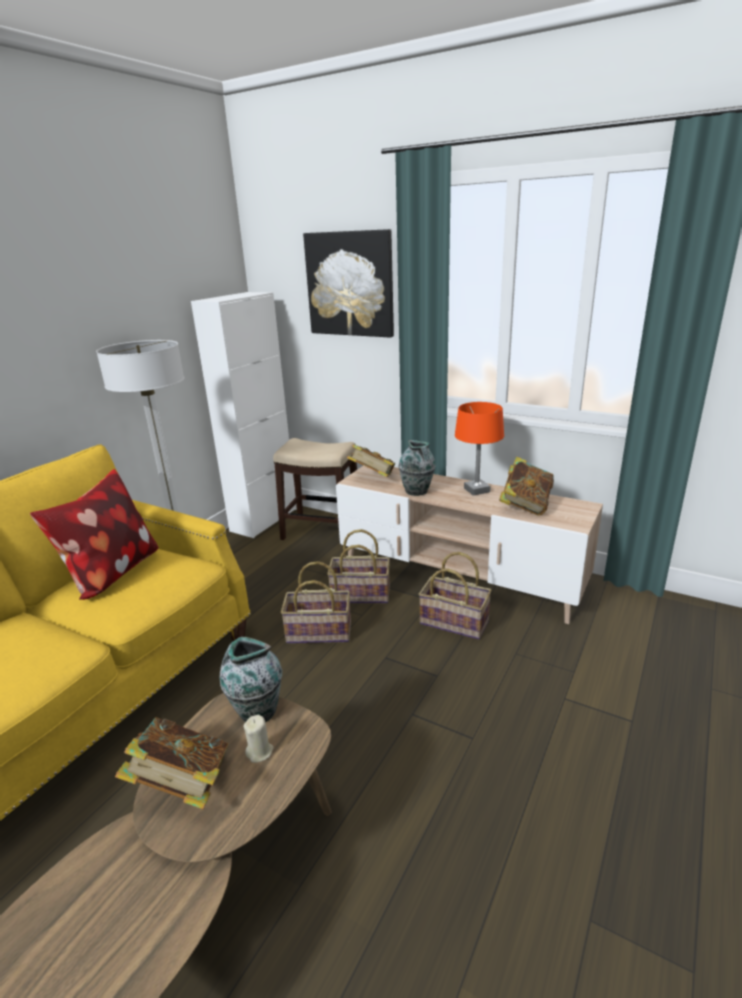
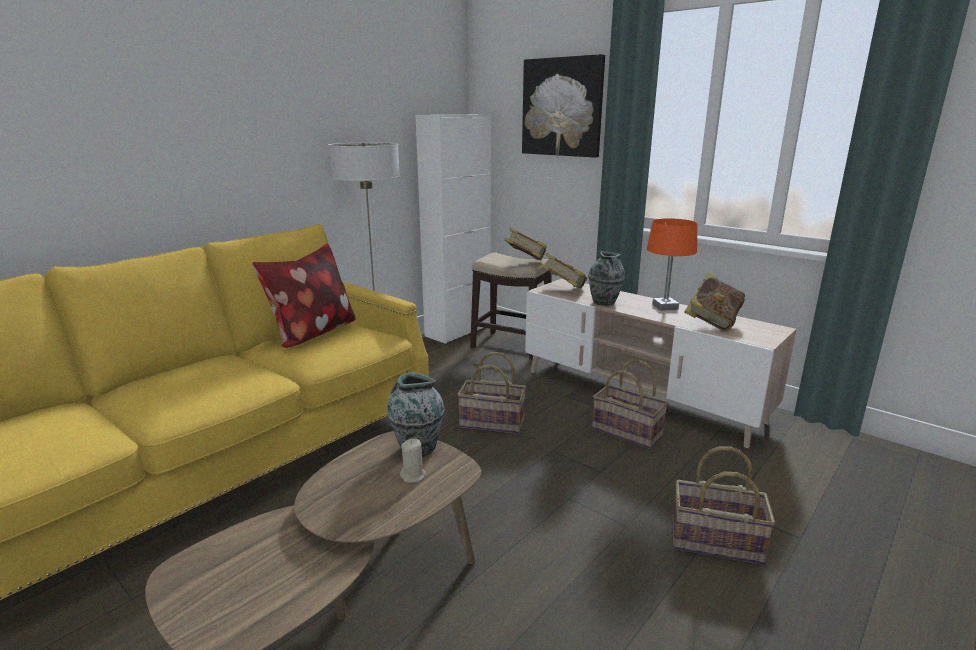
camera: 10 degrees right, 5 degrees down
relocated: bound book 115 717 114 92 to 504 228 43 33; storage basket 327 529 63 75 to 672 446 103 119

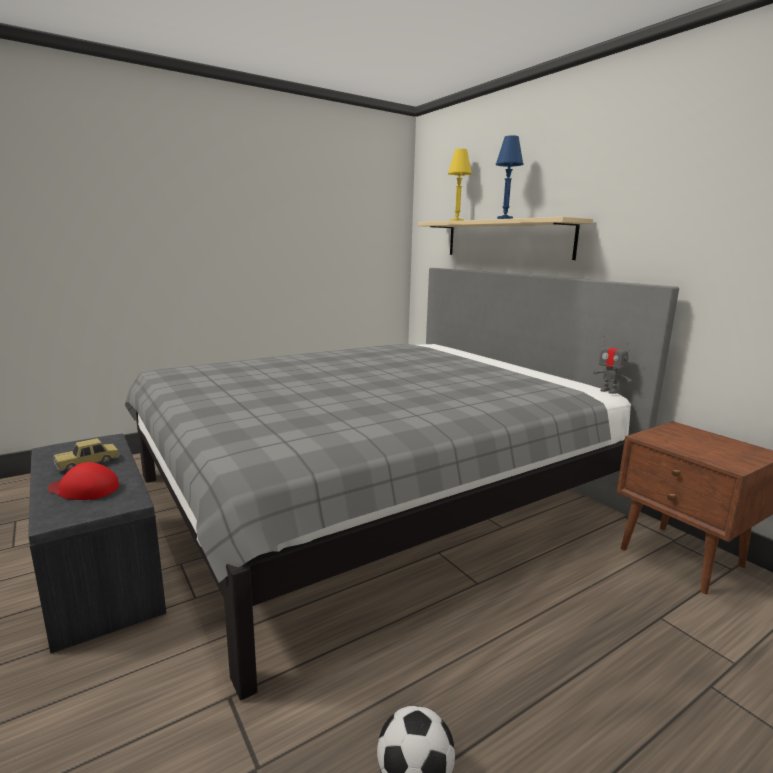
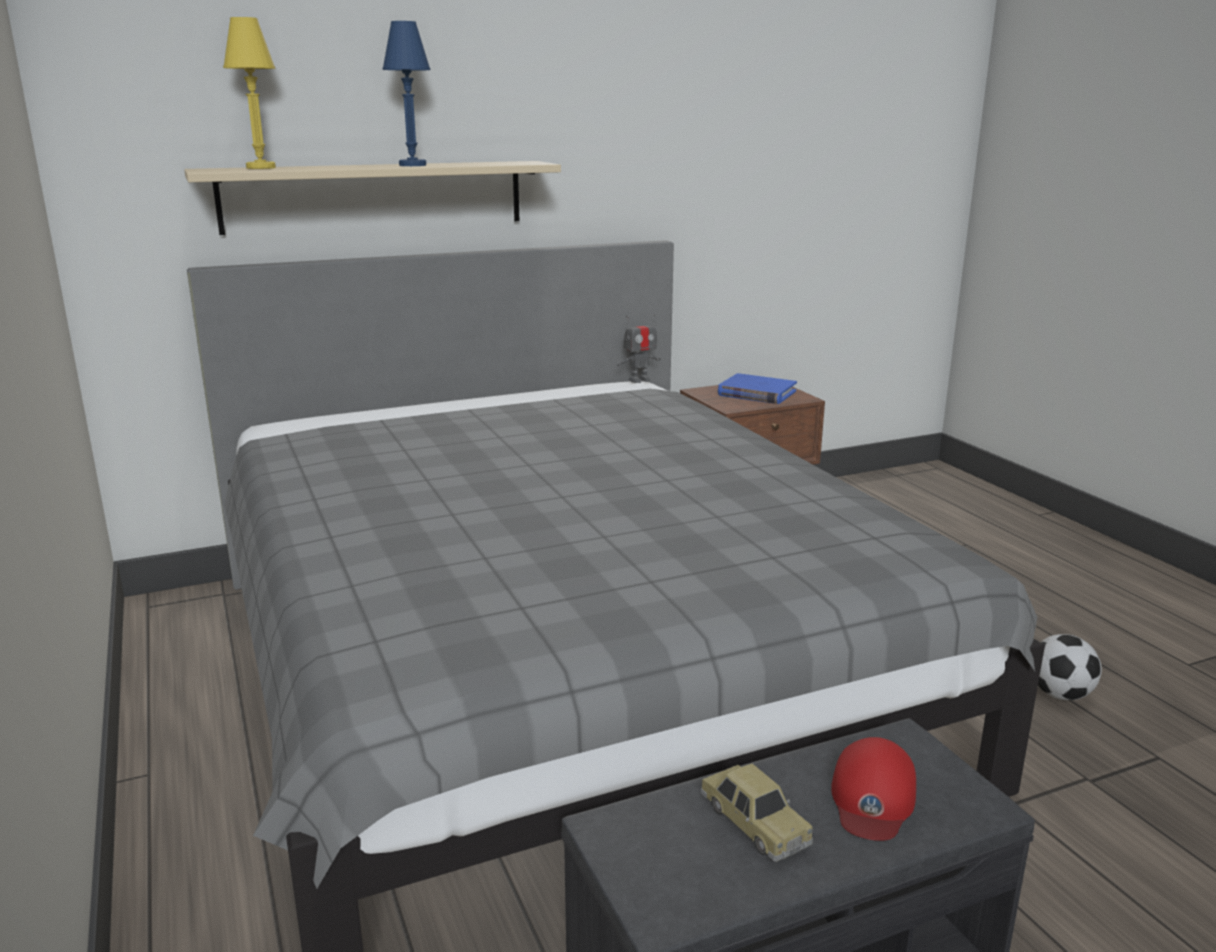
camera: 80 degrees left, 5 degrees up
appeared: blue bound book 718 373 79 31

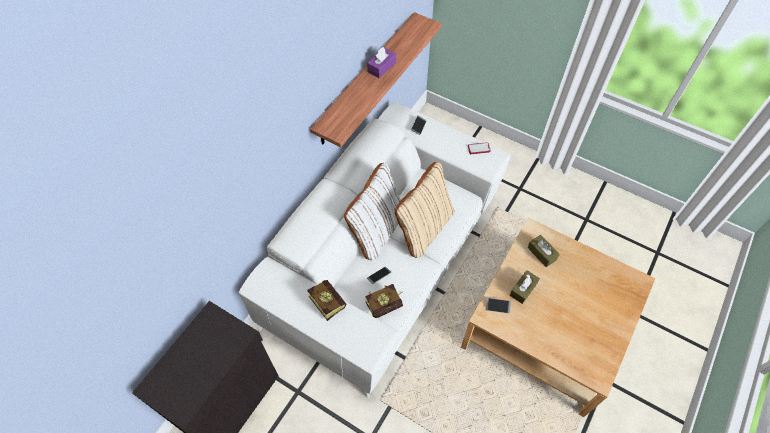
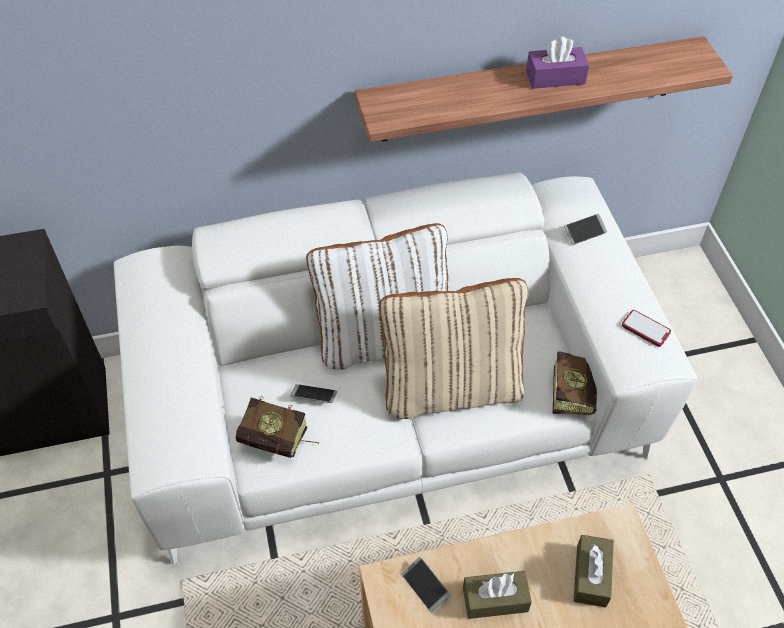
camera: 45 degrees right, 5 degrees down
relocated: bound book 307 280 39 41 to 553 351 44 64

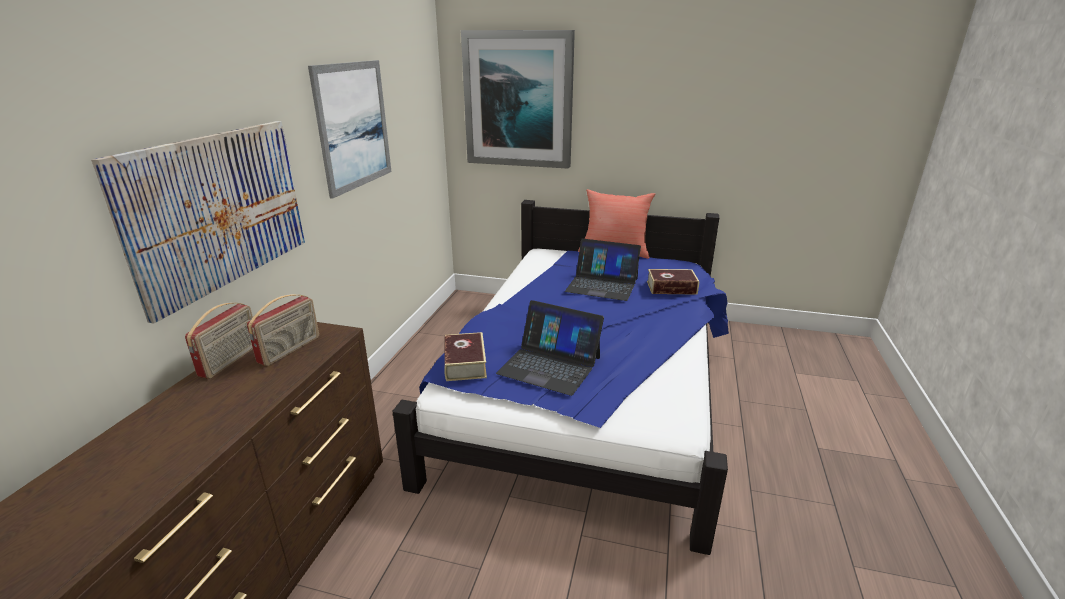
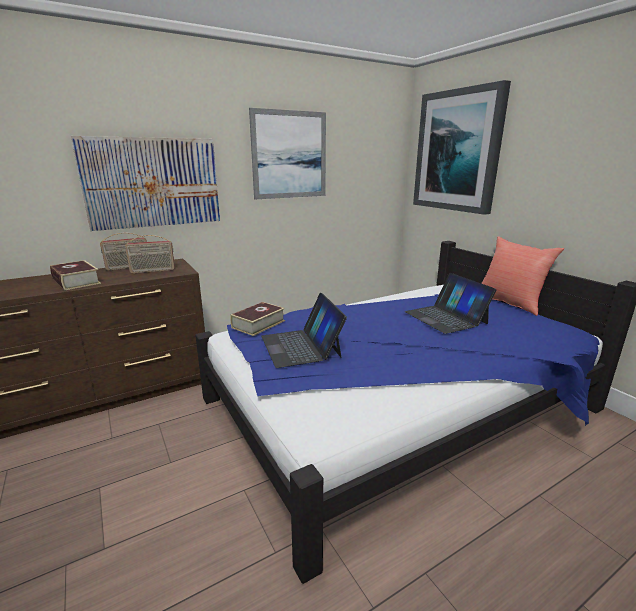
camera: 45 degrees right, 5 degrees down
relocated: bound book 647 269 52 26 to 50 260 51 30

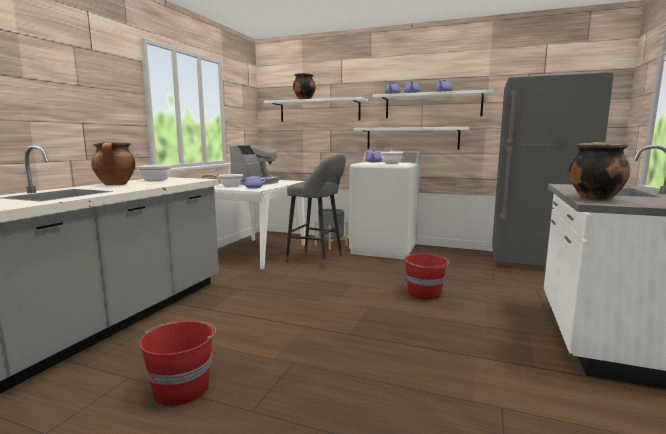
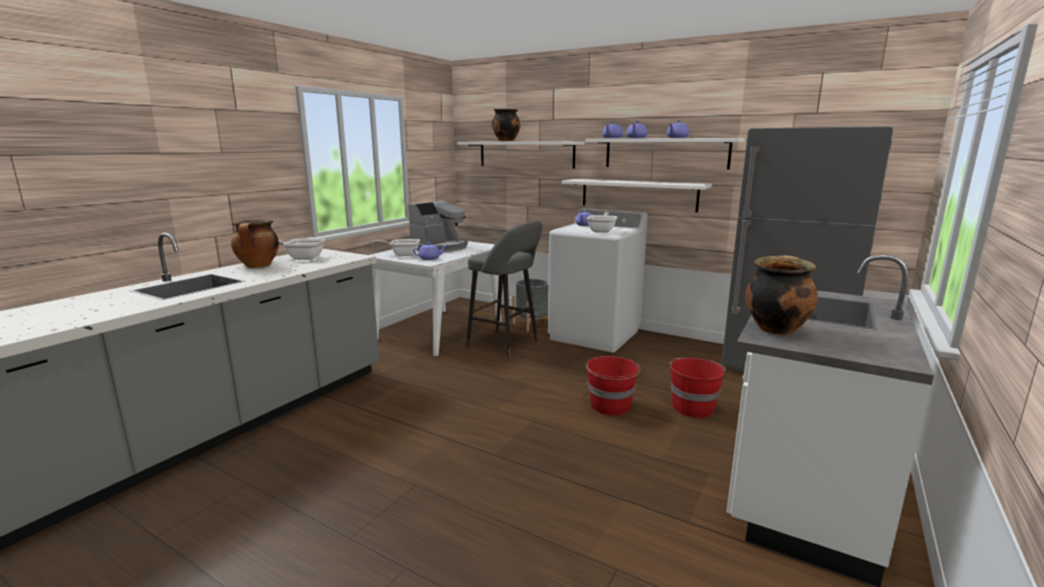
camera: 10 degrees right, 5 degrees up
relocated: red water bucket 139 321 77 86 to 670 358 56 60

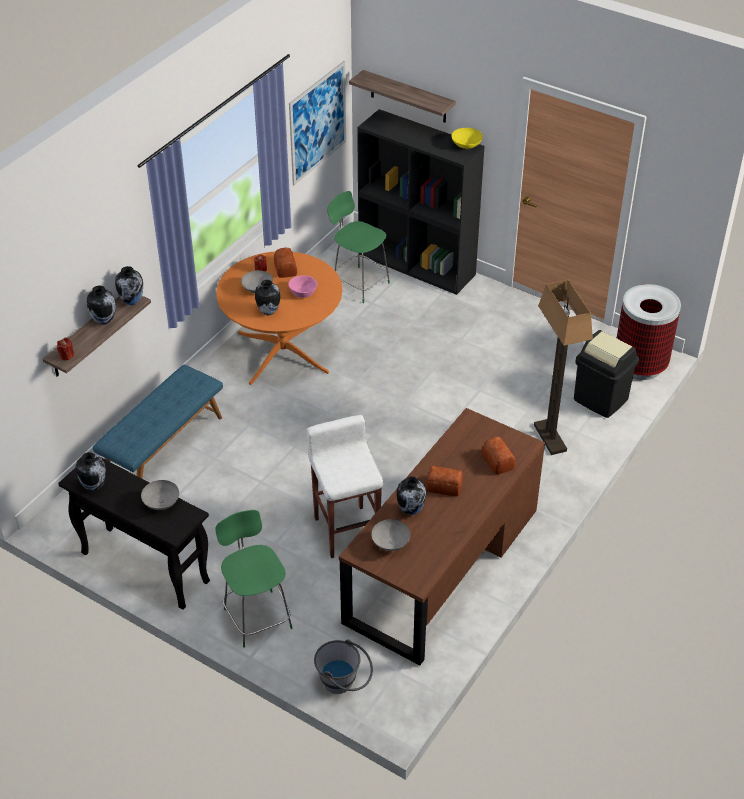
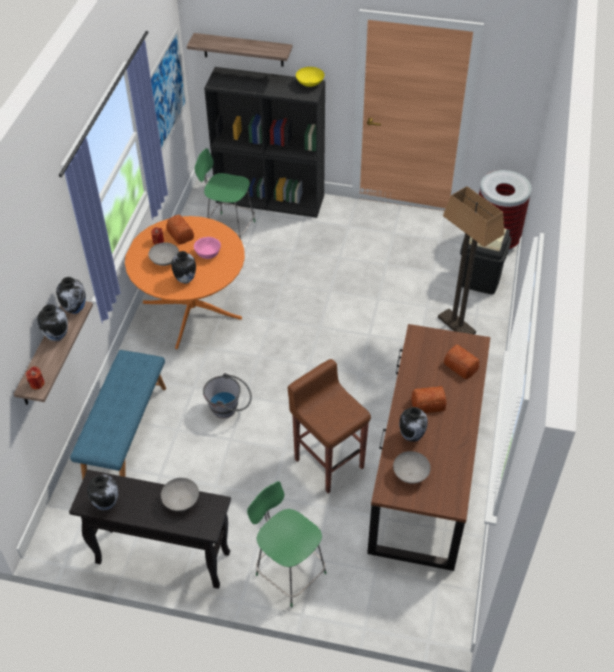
camera: 20 degrees left, 5 degrees up
relocated: greyish water bucket 314 639 59 55 to 203 373 49 46
colour: whitish stool 307 415 76 143 to brownish stool 288 359 83 134

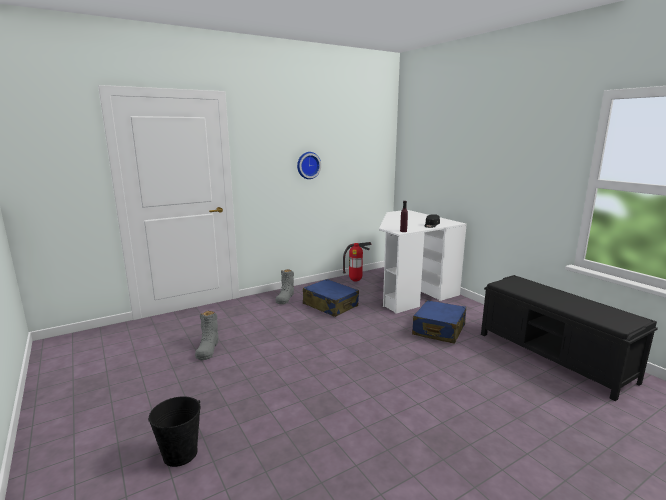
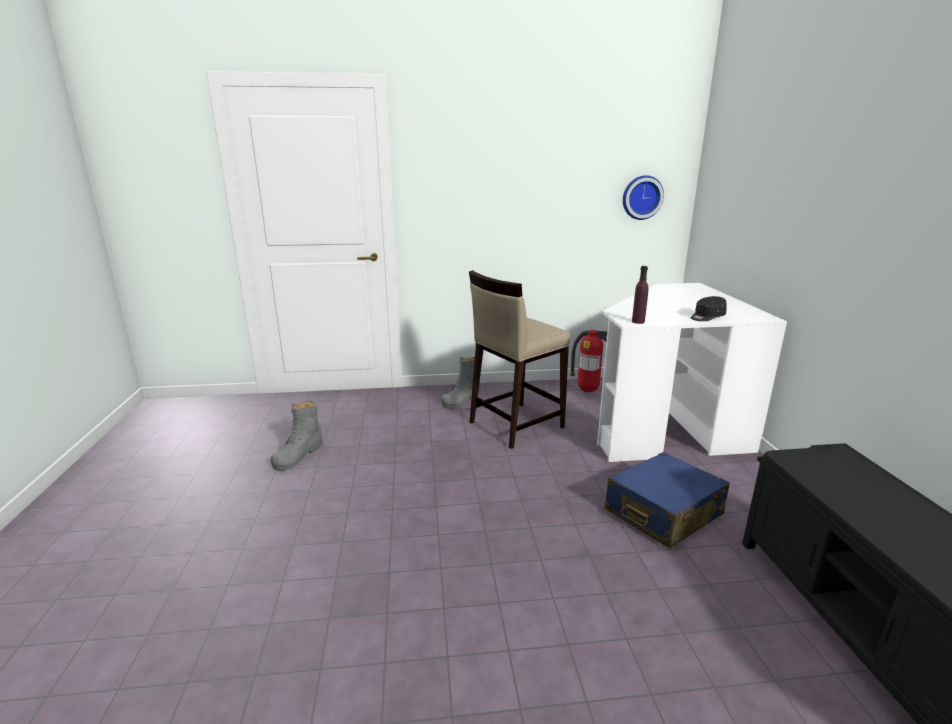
camera: 25 degrees right, 5 degrees up
missing: black water bucket 148 396 53 71
relocated: hanging clock 297 152 24 27 to 623 175 41 45
exchanged: blue suitcase 303 279 56 38 to sand-coloured stool 469 270 101 179

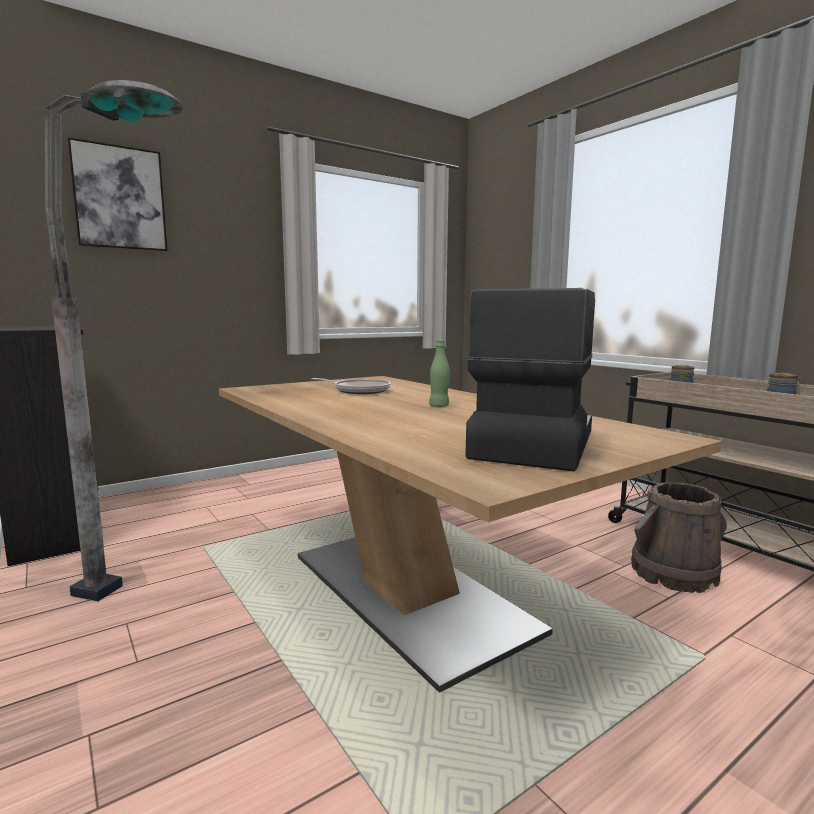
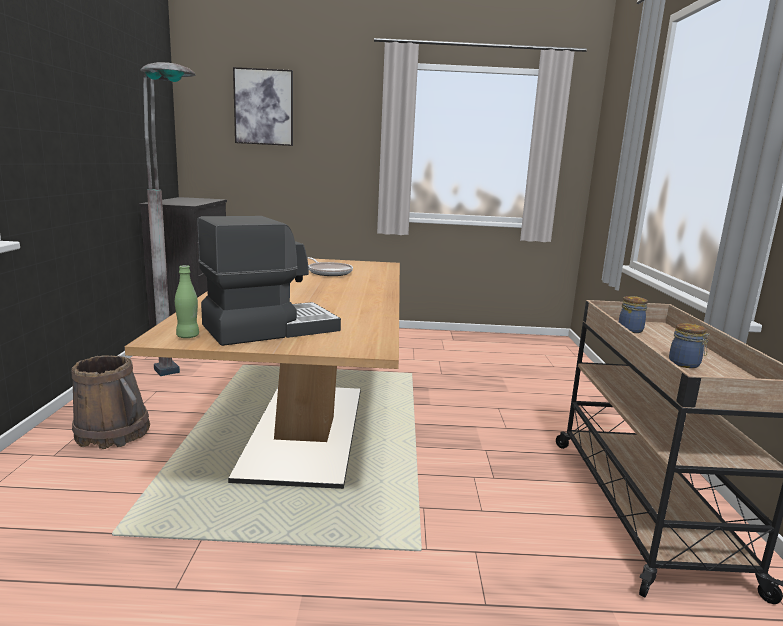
camera: 35 degrees right, 5 degrees up
relocated: brownish water bucket 631 482 96 111 to 72 355 78 94; green-coloured beverage bottle 429 340 21 67 to 175 265 24 73

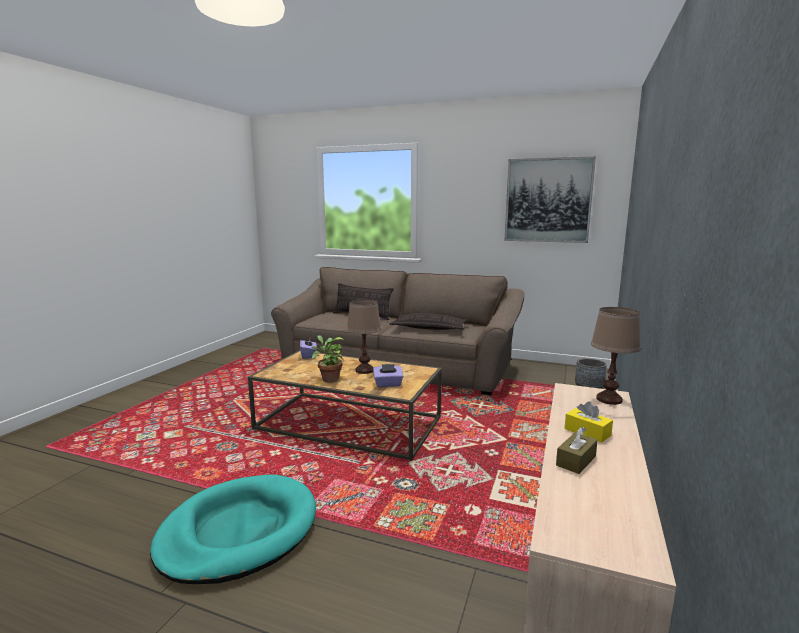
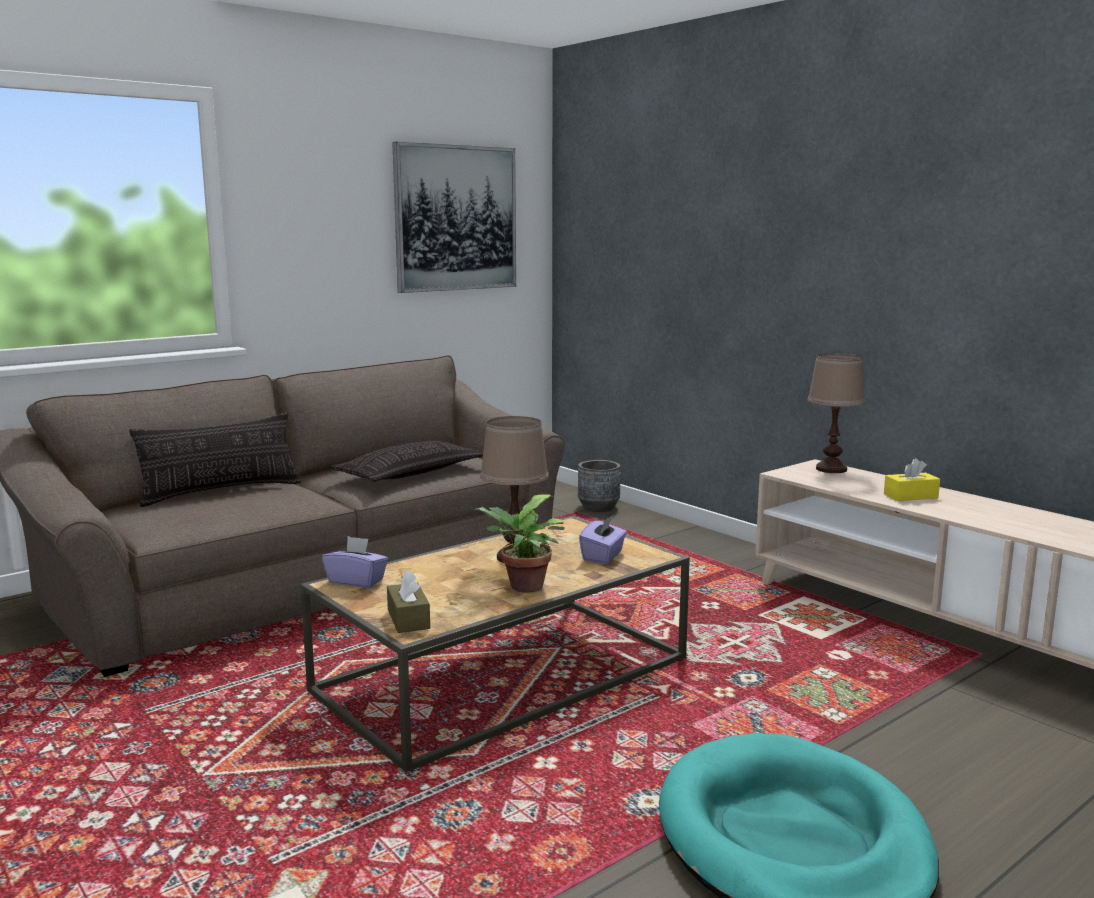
camera: 60 degrees left, 0 degrees up
relocated: brownish tissue box 556 427 42 47 to 387 570 43 63

